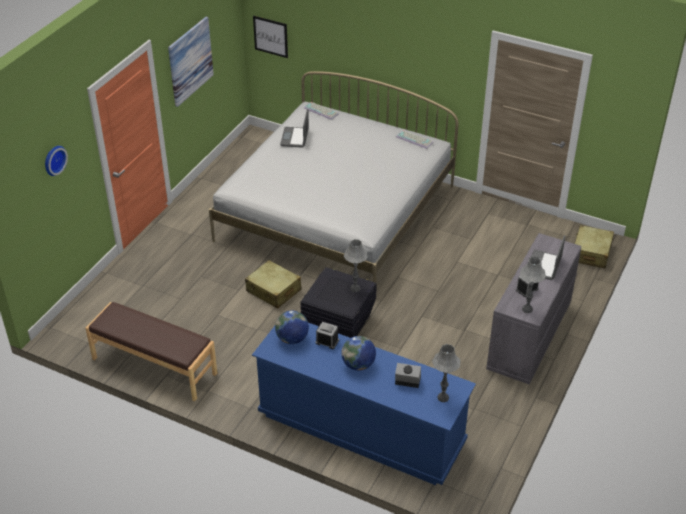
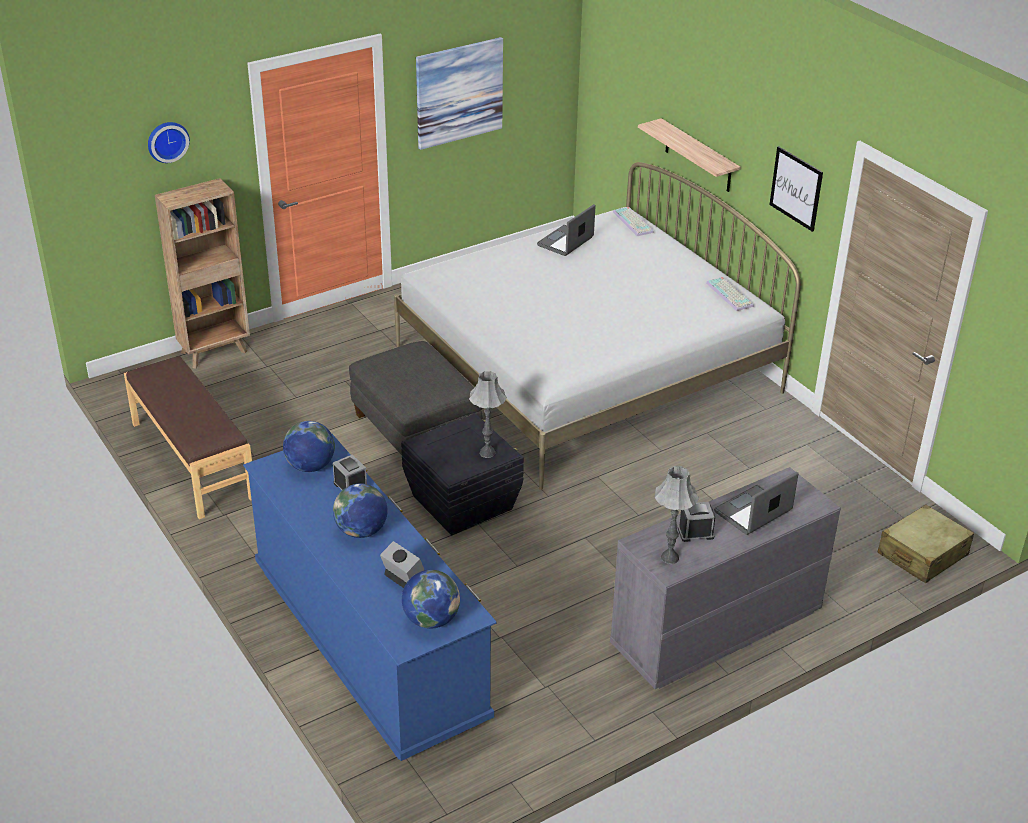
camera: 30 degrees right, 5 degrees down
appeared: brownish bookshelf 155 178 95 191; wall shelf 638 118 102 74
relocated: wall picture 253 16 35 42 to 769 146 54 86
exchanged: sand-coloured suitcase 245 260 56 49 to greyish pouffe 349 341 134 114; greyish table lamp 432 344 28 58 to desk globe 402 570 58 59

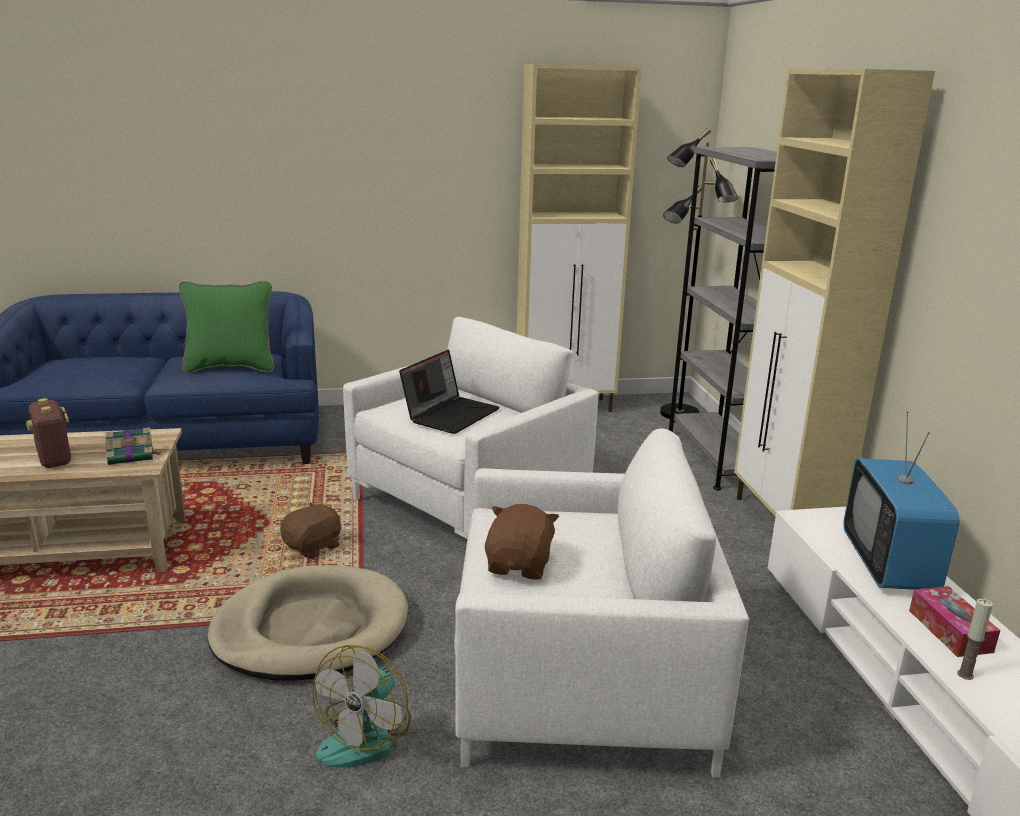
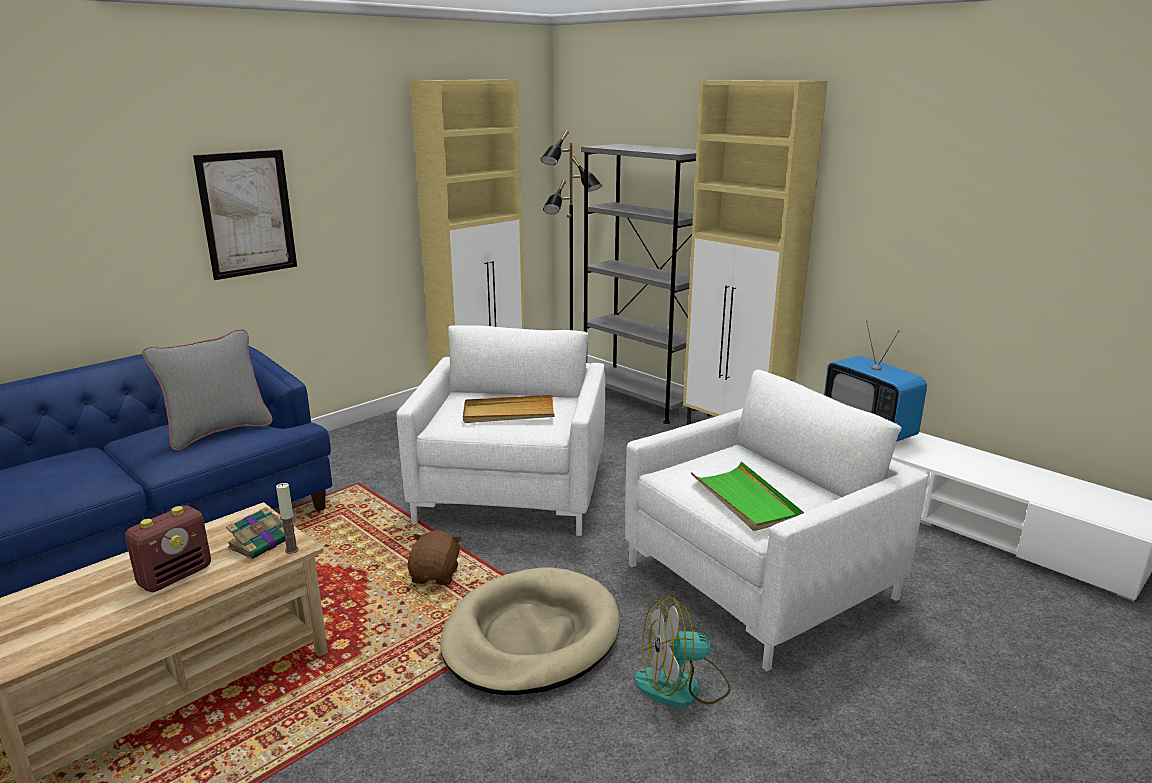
camera: 35 degrees left, 0 degrees up
missing: tissue box 909 586 91 71
appeared: wall picture 193 150 104 130
relocated: wax light 957 599 36 81 to 276 483 23 71
exchanged: portable computer 399 350 101 84 to sand-coloured tray 463 395 92 28; brownish cuddly toy 485 504 74 76 to green-coloured tray 691 461 113 70
colour: green-coloured throw pillow 179 281 95 92 to greyish throw pillow 142 329 130 122
spun: radio receiver 26 398 45 70 = 125 506 86 87 75 degrees counterclockwise; electric fan 312 645 99 123 = 634 596 97 112 90 degrees clockwise

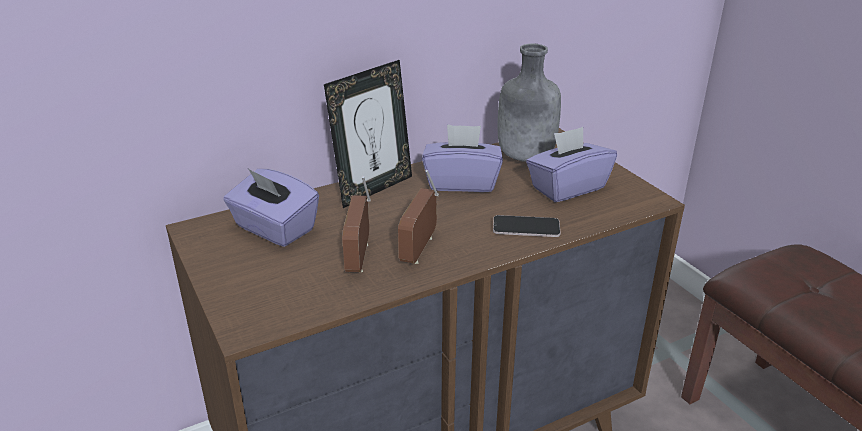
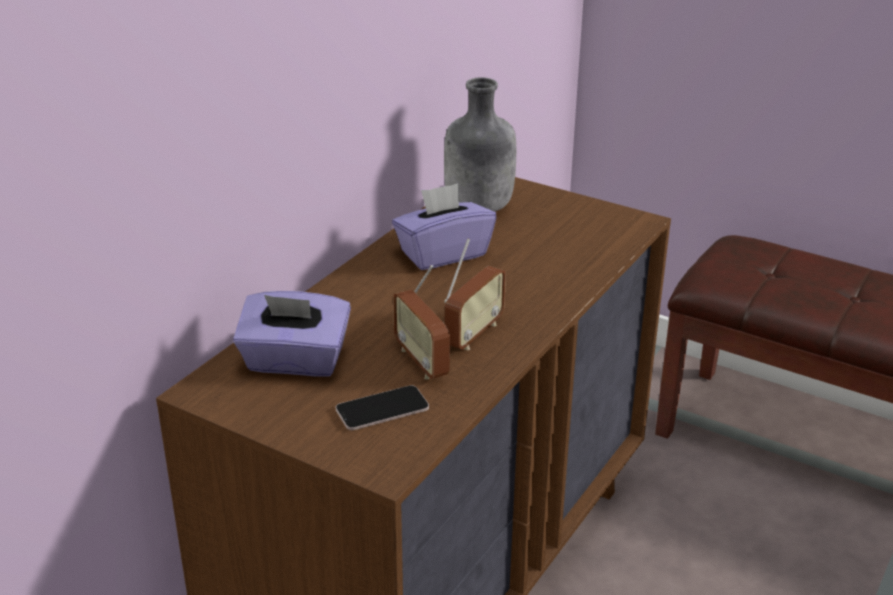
camera: 30 degrees left, 0 degrees up
missing: picture frame 324 60 88 148; purple tissue box 526 127 91 75
relocated: telephone 493 215 68 22 to 336 385 93 45
spun: radio receiver 398 170 41 94 = 444 238 62 112 135 degrees counterclockwise

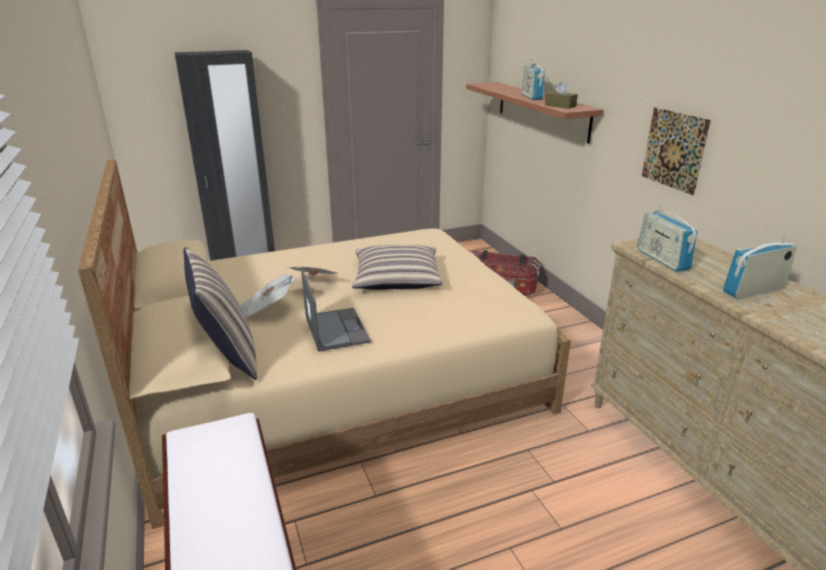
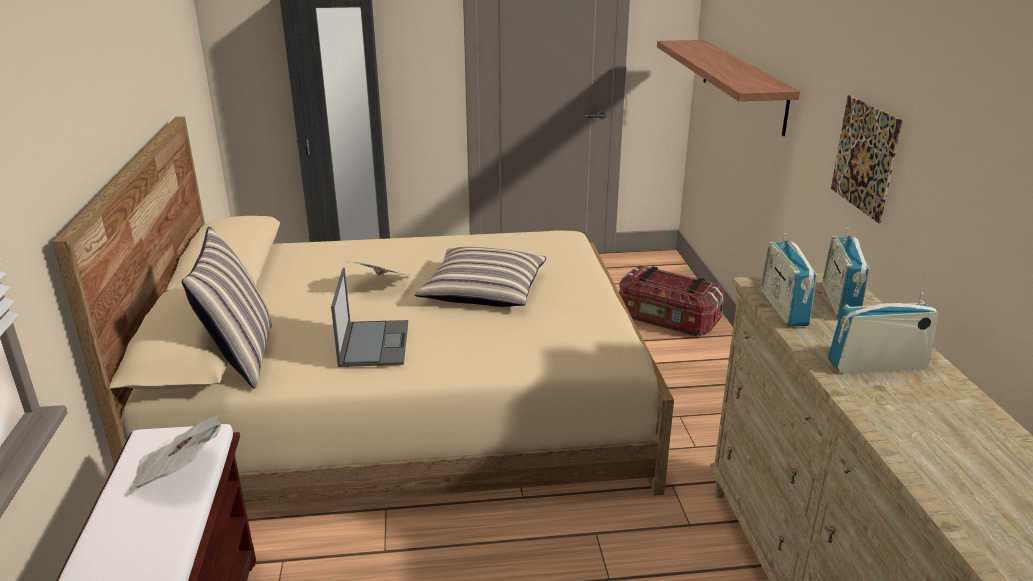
camera: 15 degrees right, 0 degrees up
missing: brownish tissue box 545 81 33 28
relocated: printed paper 240 274 55 44 to 129 415 92 76; radio receiver 522 59 23 41 to 822 228 48 91

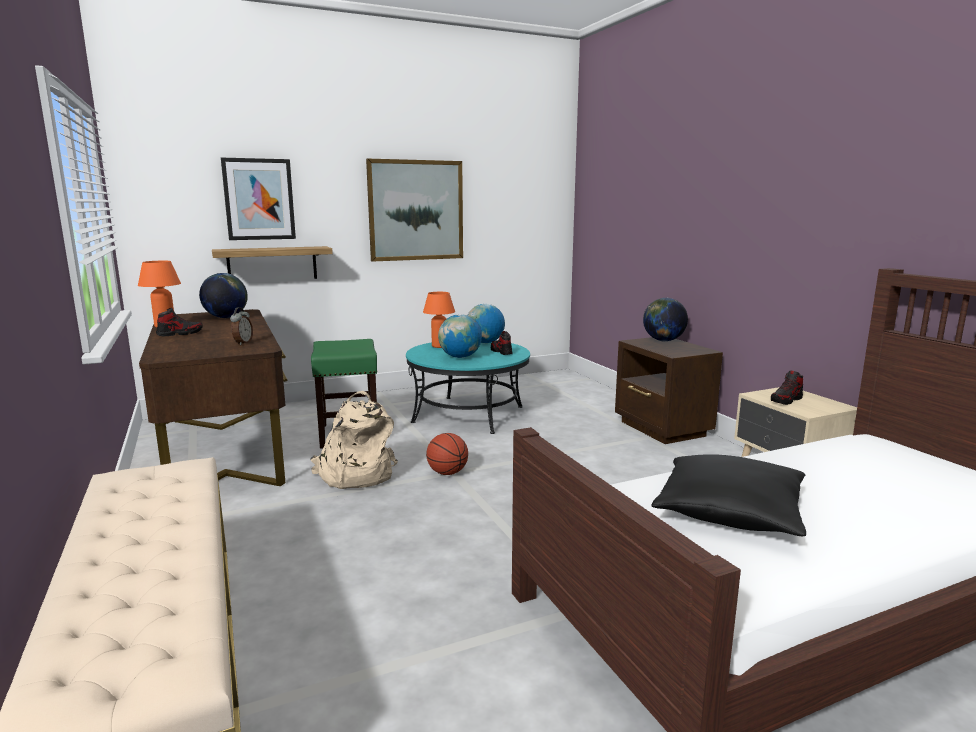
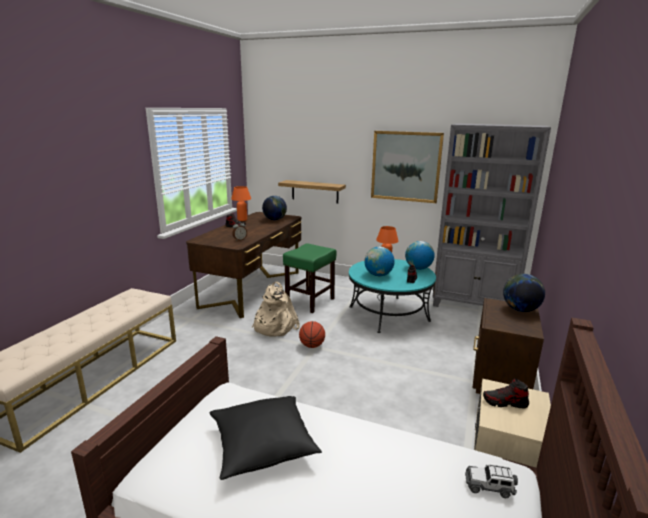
camera: 45 degrees right, 5 degrees up
missing: wall picture 221 158 75 82
appeared: greyish bookshelf 432 123 119 184; miniature car 465 465 53 33

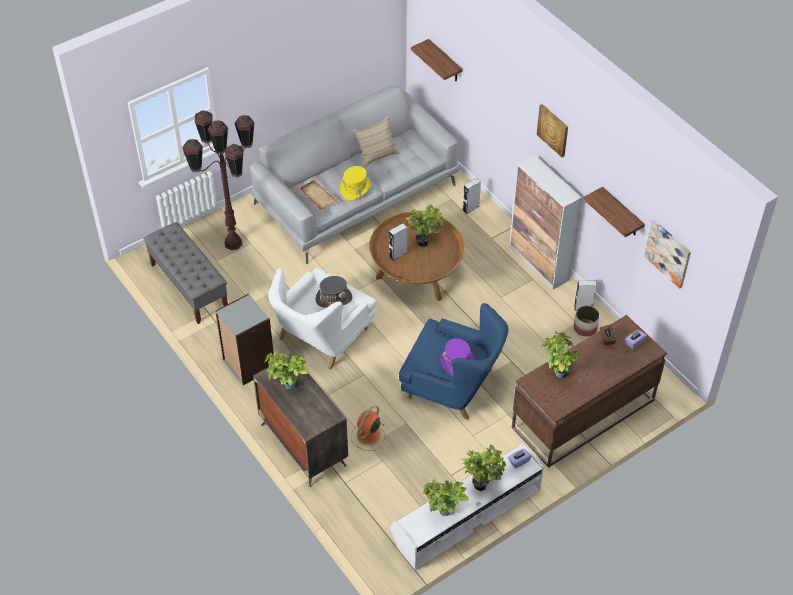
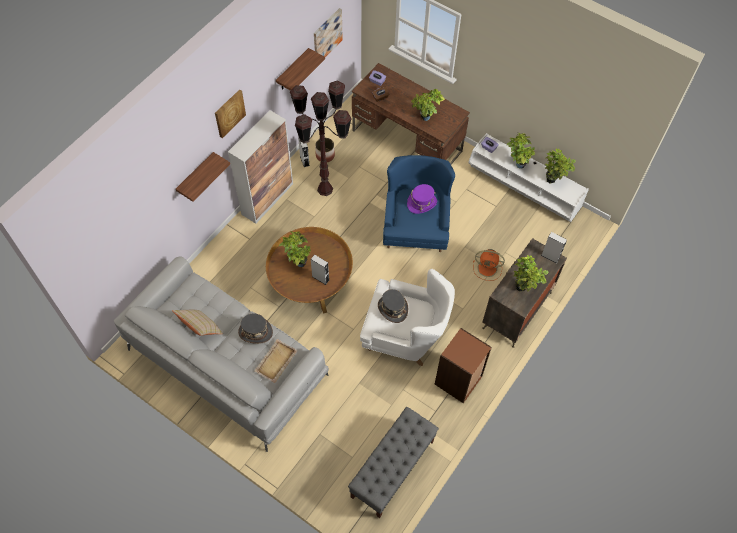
camera: 110 degrees left, 10 degrees up
relocated: wall shelf 411 39 51 43 to 176 152 54 50; brownish standing lamp 182 110 73 140 to 290 80 61 116; greyish audio speaker 462 178 19 36 to 541 232 26 31
colour: yellow-coloured wearable hat 340 166 31 34 to greyish wearable hat 238 313 35 31; greyish bookshelf 215 294 59 91 to brownish bookshelf 435 328 57 75

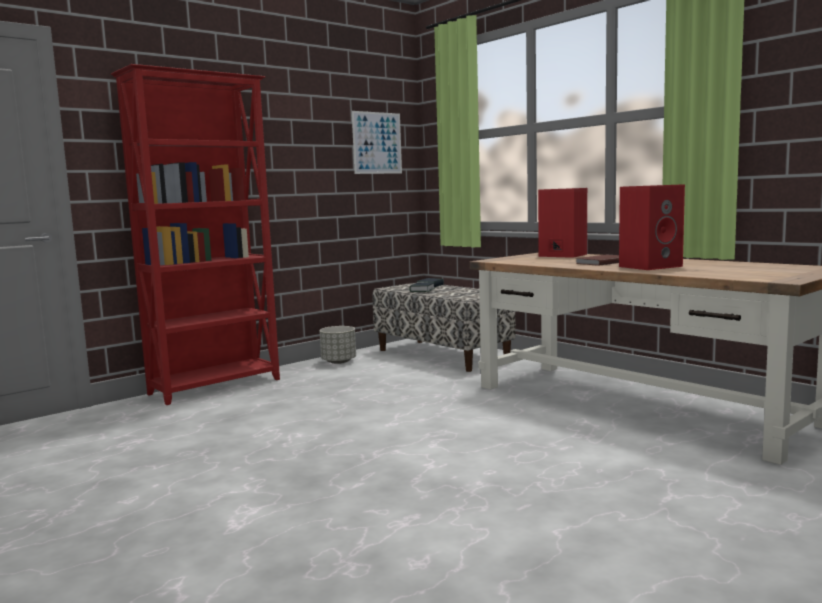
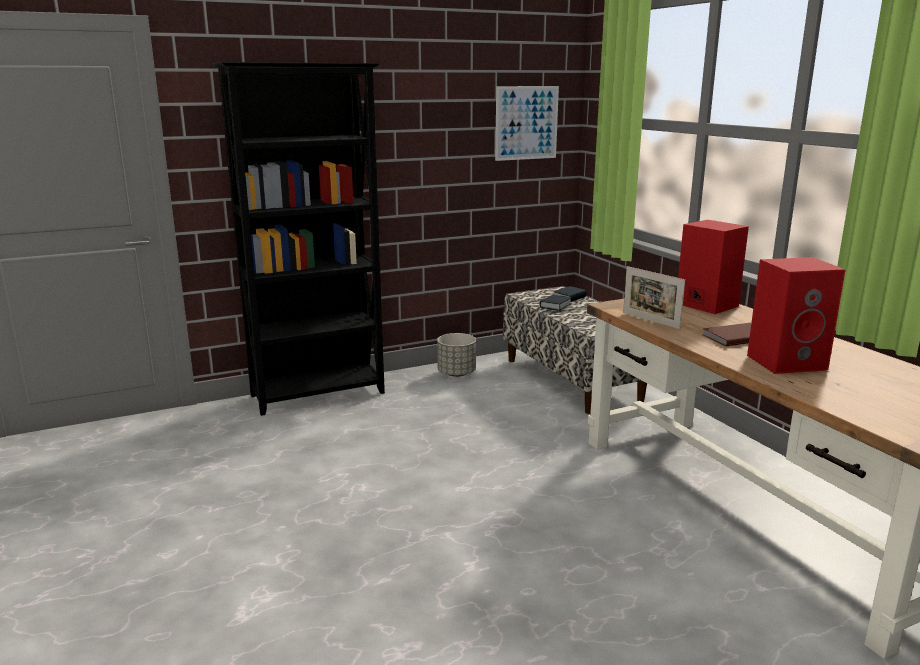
camera: 15 degrees right, 10 degrees up
appeared: picture frame 623 266 62 63
colour: red bookshelf 111 64 169 341 to black bookshelf 212 62 173 354

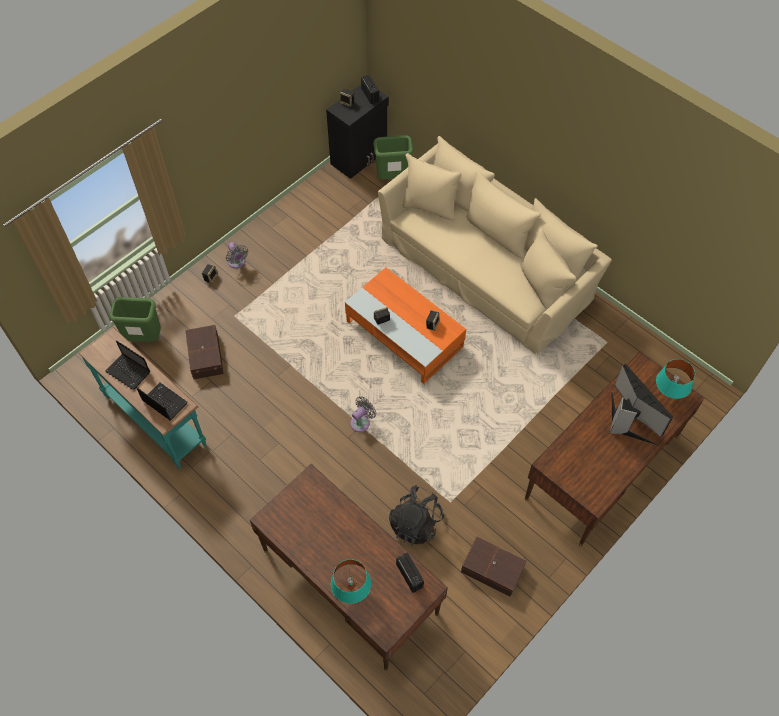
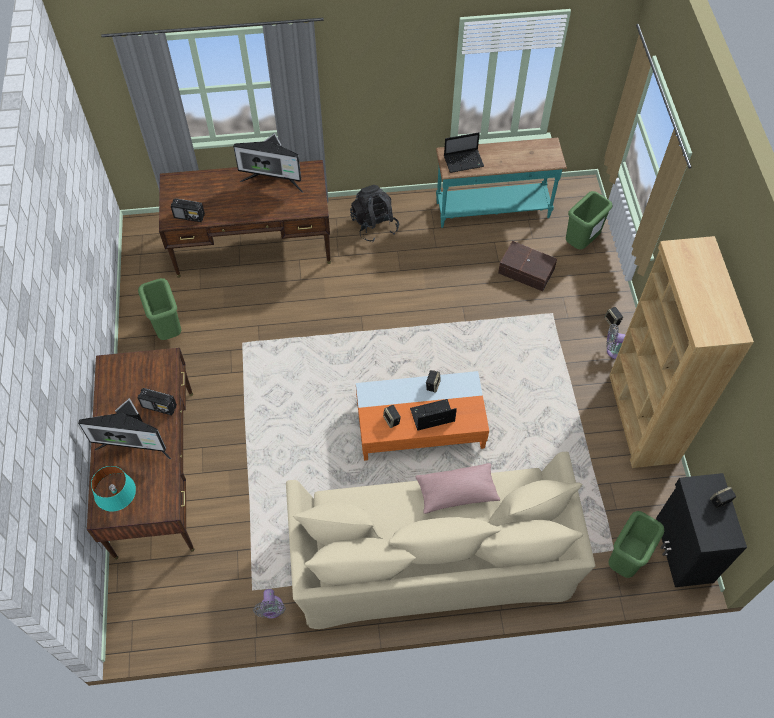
camera: 130 degrees right, 0 degrees up
missing: turquoise table lamp 331 559 40 45
appeared: computer display 233 133 70 60; pink throw pillow 415 463 85 51; brownish bookshelf 609 236 145 232
relocated: radio receiver 361 74 18 30 to 138 388 39 27; greyish electric fan 351 396 25 36 to 253 589 33 30; black rucksack 389 485 55 61 to 350 185 49 57; portable computer 105 340 45 50 to 410 399 47 32
exchanged: brownish storage bin 461 537 66 60 to green-coloured rubbish bin 138 278 43 62

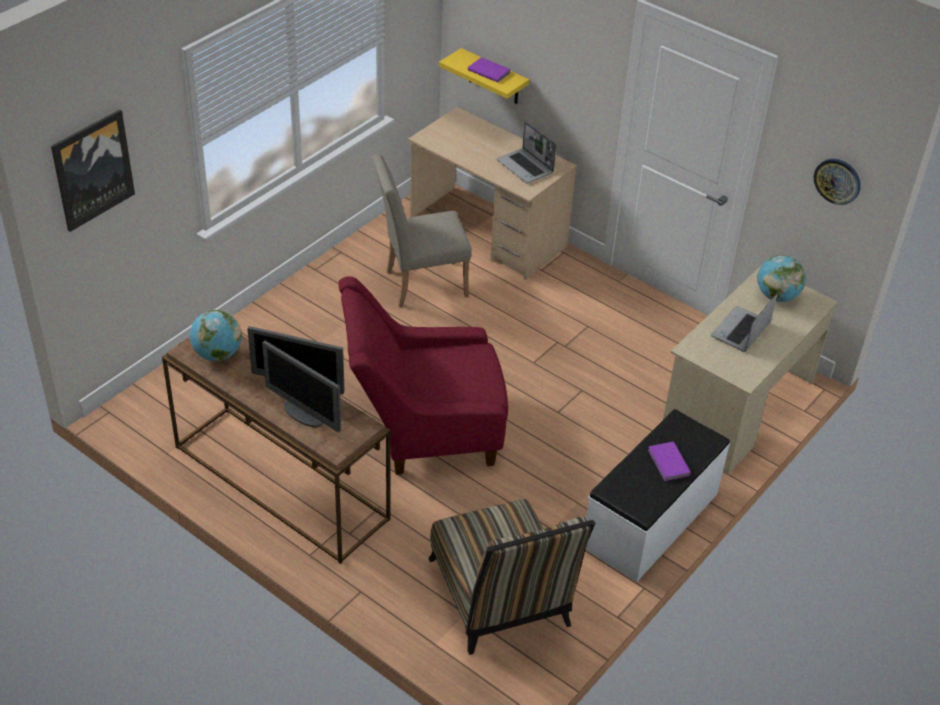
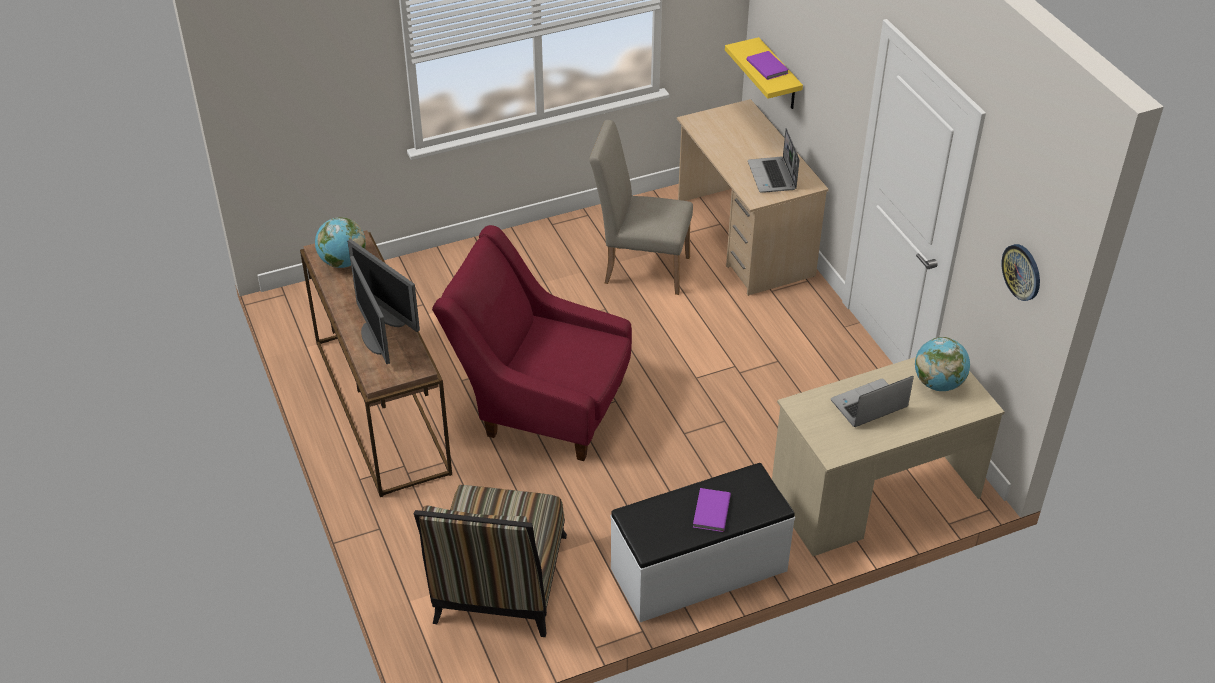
camera: 30 degrees right, 0 degrees up
missing: wall picture 51 109 84 123

